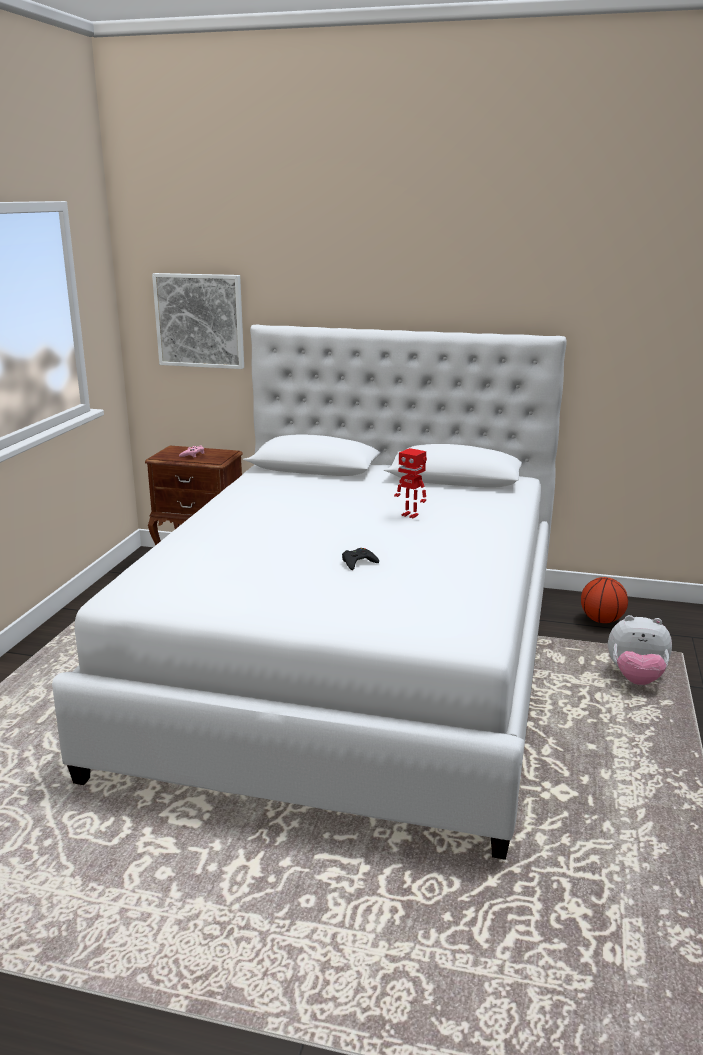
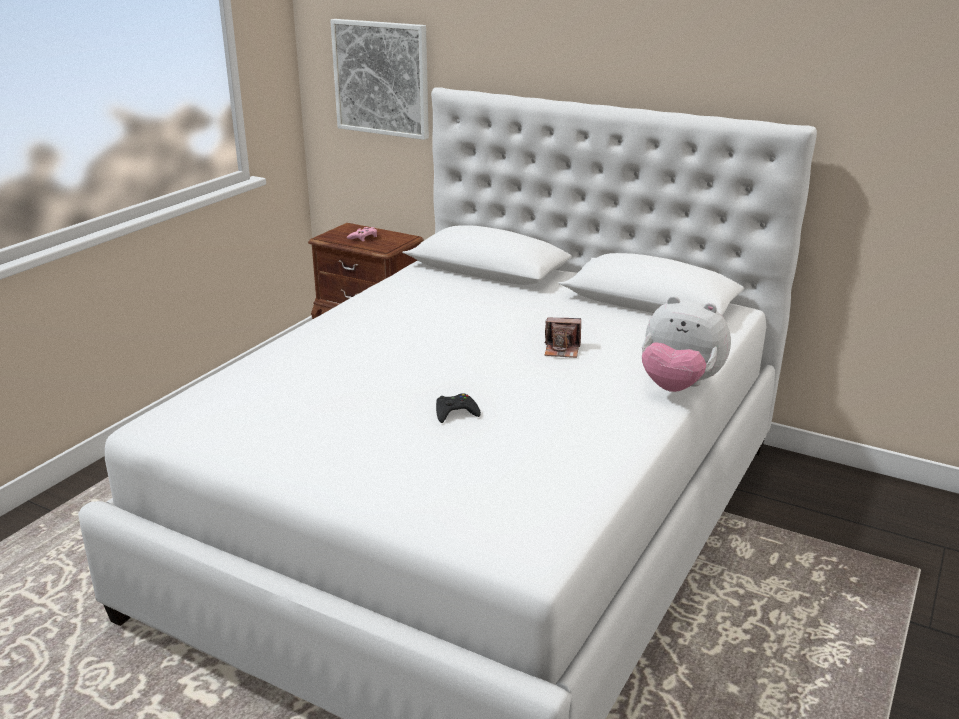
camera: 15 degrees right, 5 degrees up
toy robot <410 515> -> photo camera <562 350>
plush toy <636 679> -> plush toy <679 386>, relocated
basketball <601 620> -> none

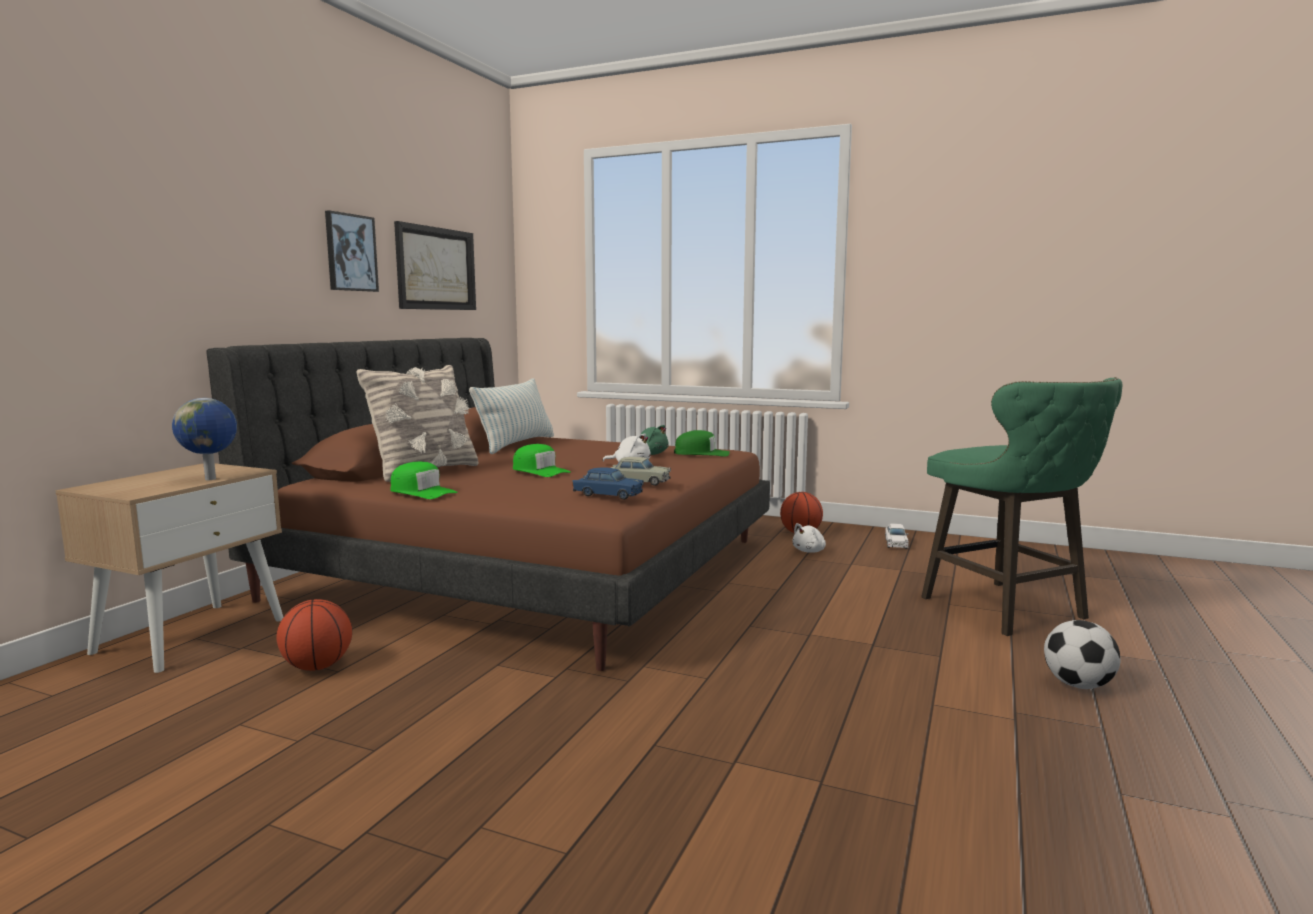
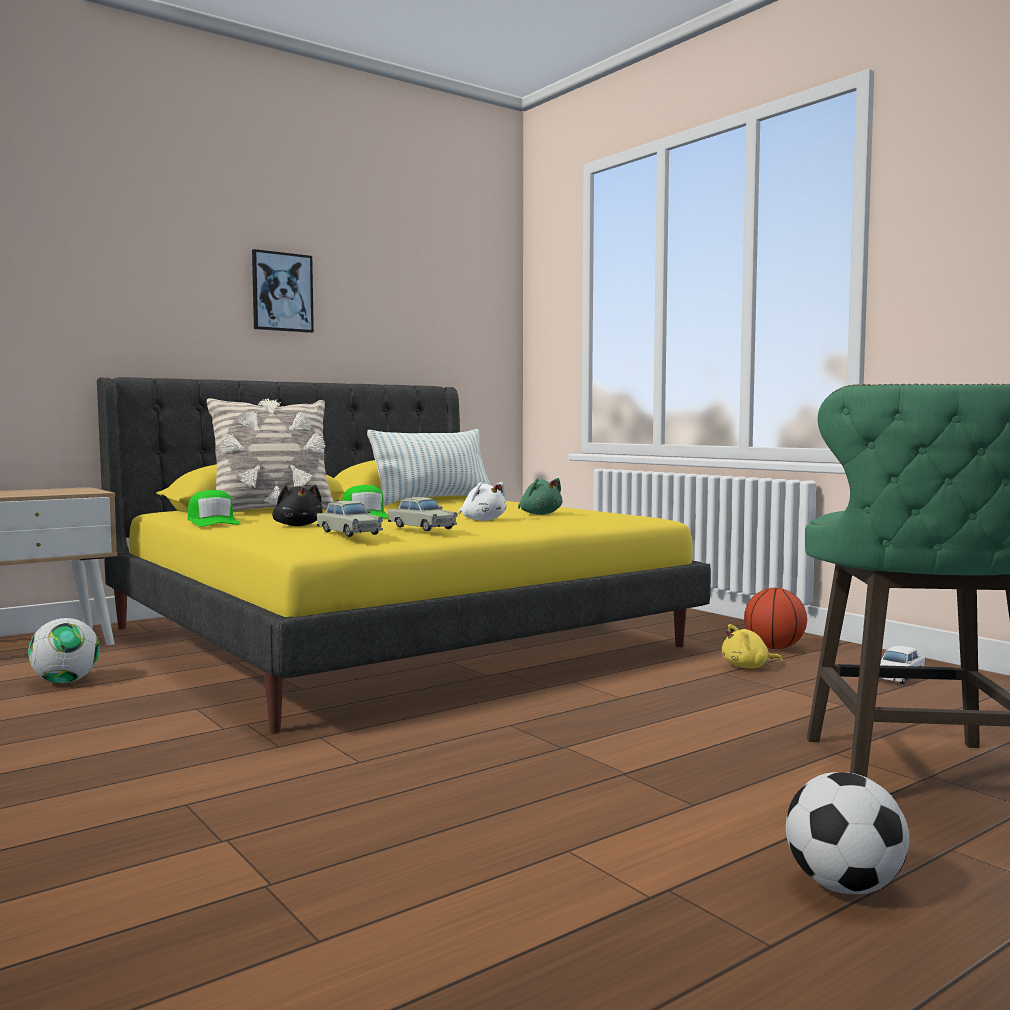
camera: 30 degrees right, 5 degrees down
basketball <317 667> -> football <65 681>
brown bed <530 568> -> yellow bed <390 637>
none -> black plush toy <298 525>
blue toy car <608 494> -> beige toy car <349 533>
white plush toy <810 551> -> yellow plush toy <748 667>
globe <211 479> -> none
picture <436 269> -> none
green cap <702 453> -> none

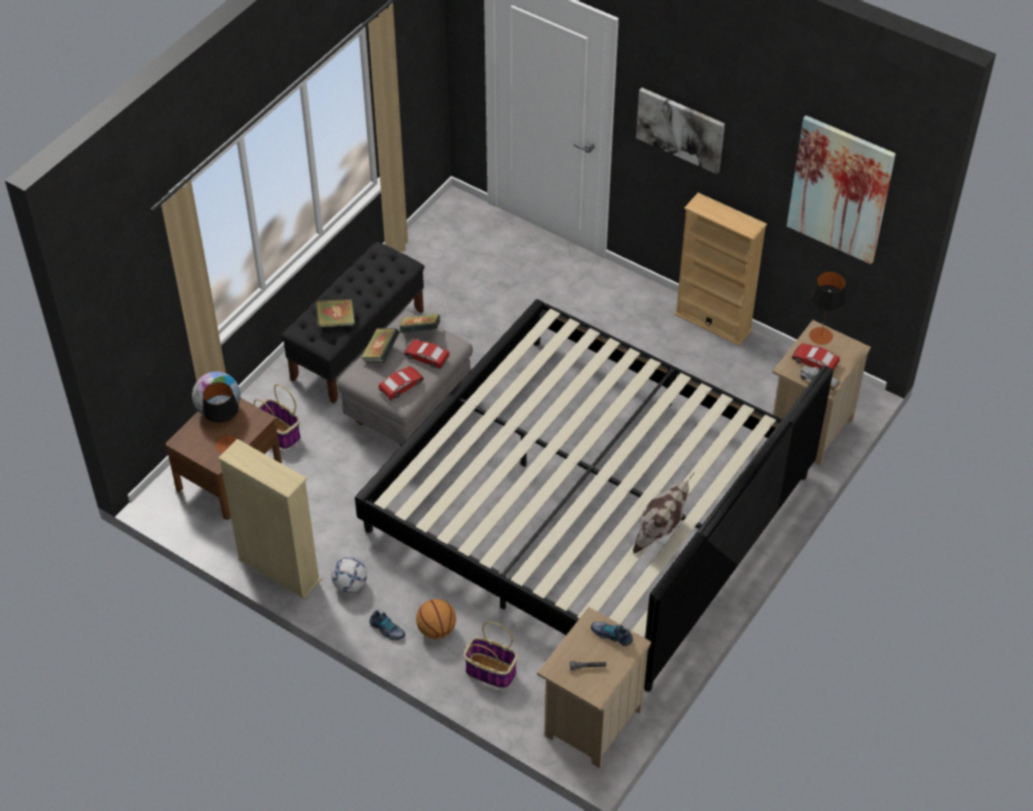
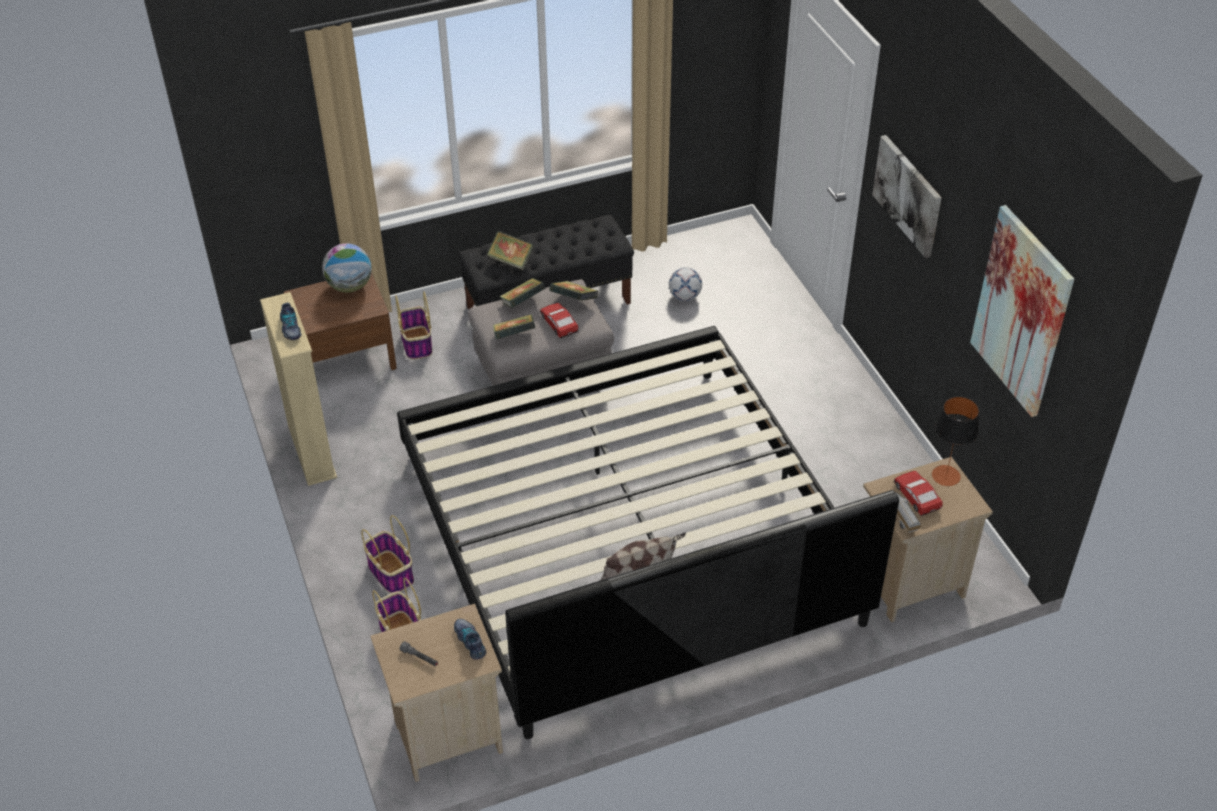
camera: 35 degrees right, 5 degrees down
shoe <387 630> -> shoe <290 328>, relocated
basketball <436 629> -> basket <390 572>
toy car <401 386> -> book <514 337>
football <350 585> -> football <685 296>, relocated
table lamp <227 445> -> none
beige bookcase <713 322> -> none

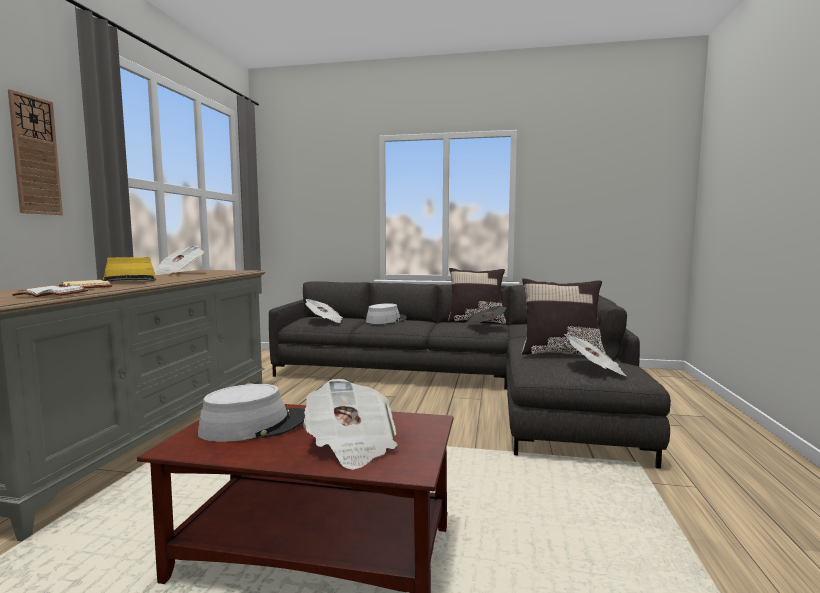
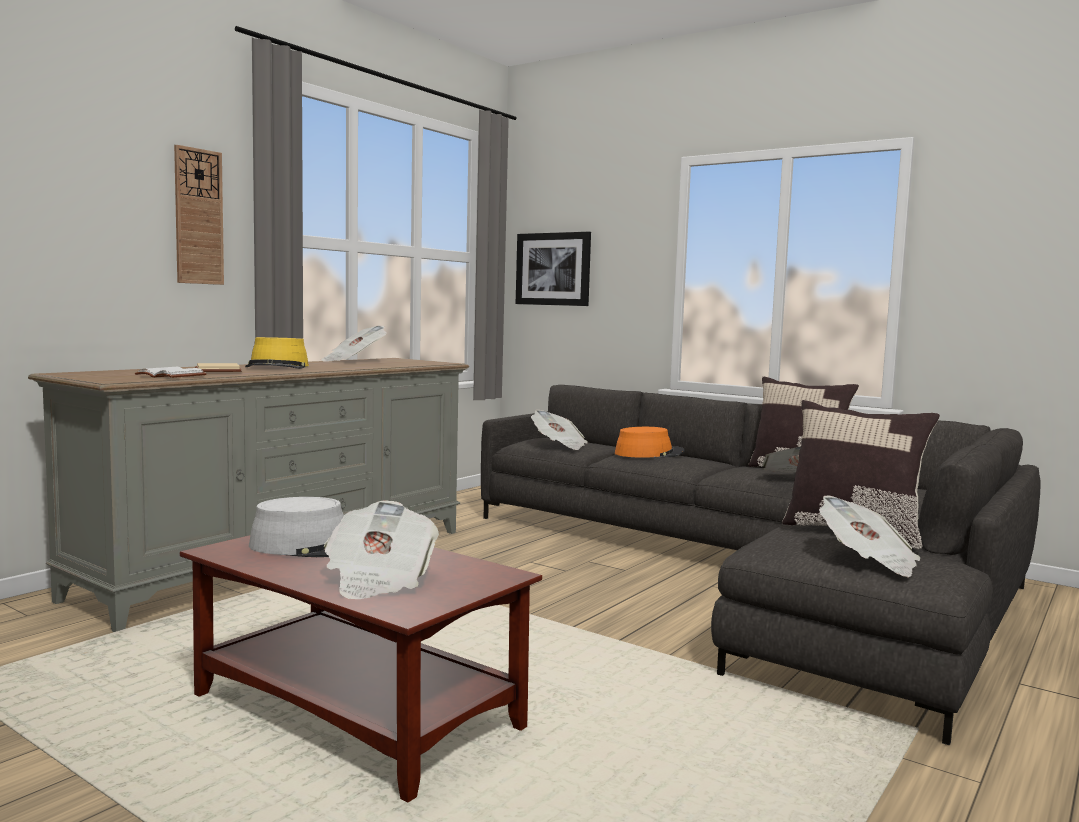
camera: 25 degrees right, 0 degrees up
none -> picture <553 269>
grey hat <386 320> -> orange hat <649 453>

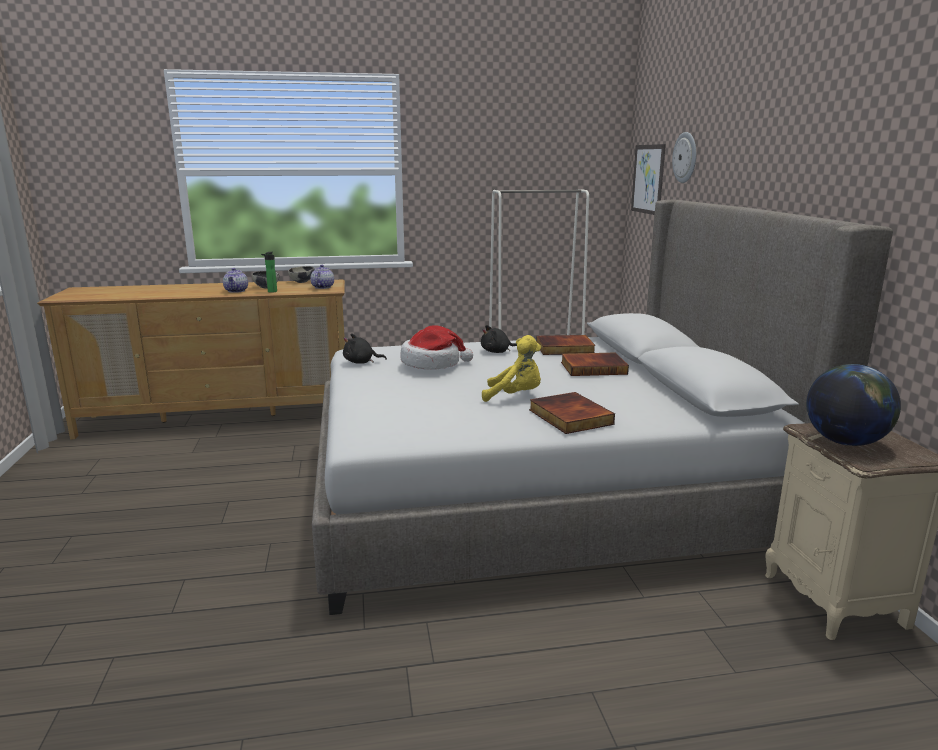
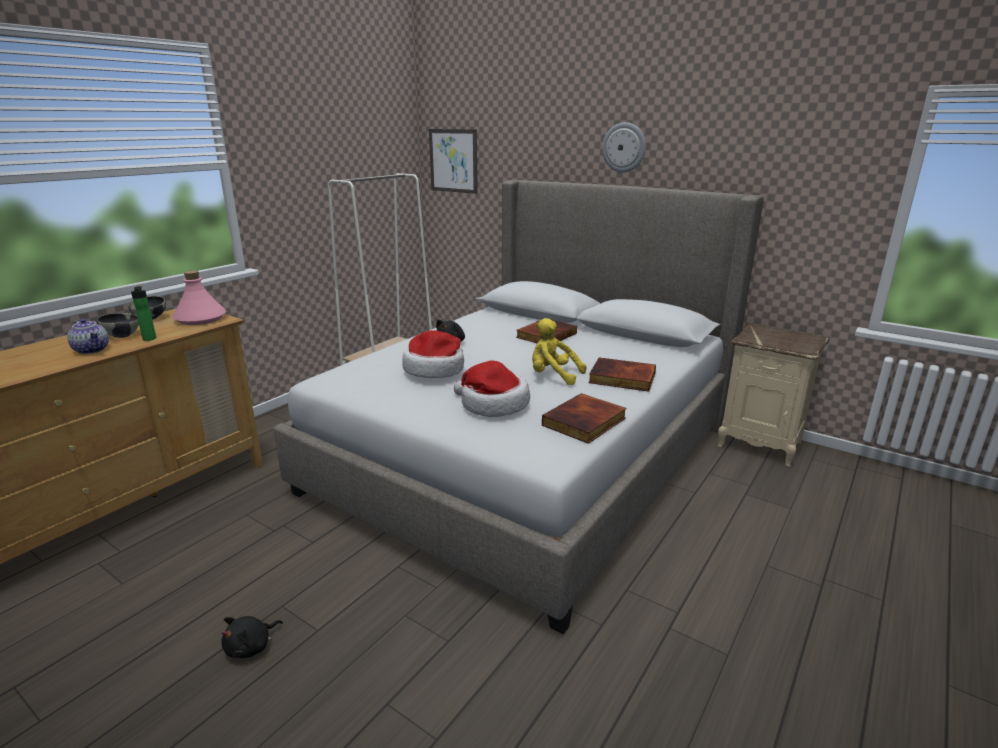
camera: 45 degrees left, 5 degrees up
teapot <322 287> -> pink bottle <200 319>
black plush toy <361 362> -> black plush toy <251 647>, relocated
none -> hat <493 404>
yellow plush toy <515 396> -> yellow plush toy <553 376>, 120 degrees counterclockwise
book <564 349> -> book <585 422>, relocated
wall clock <685 157> -> wall clock <624 147>, relocated
globe <845 442> -> none

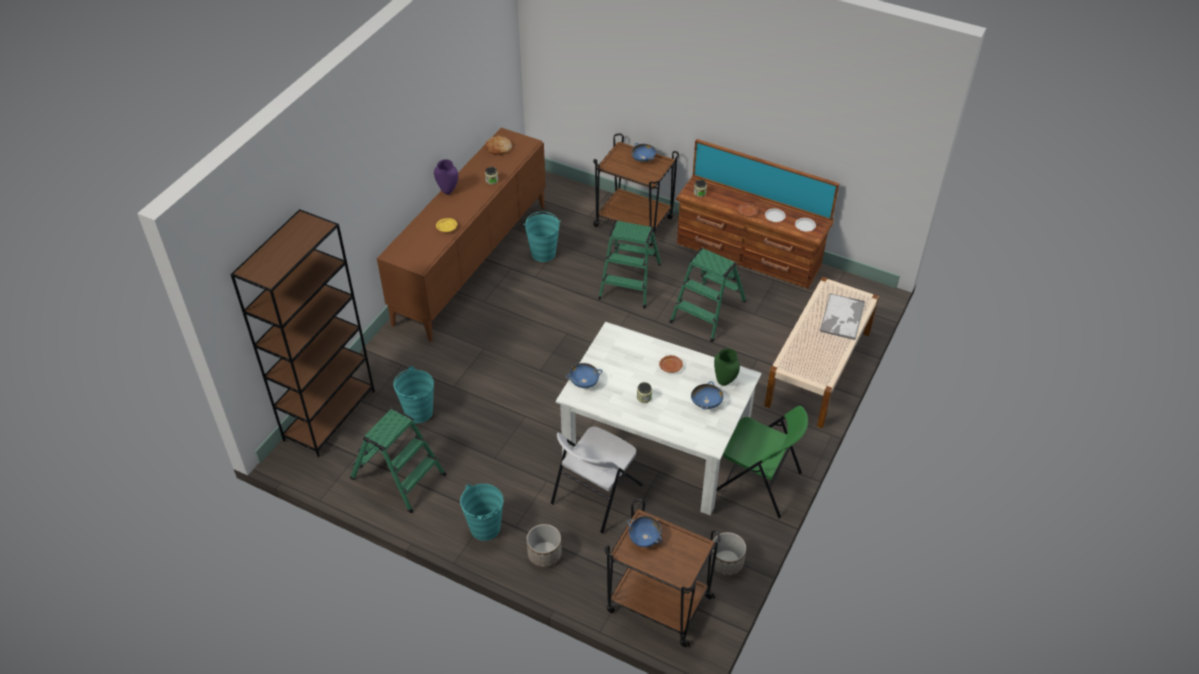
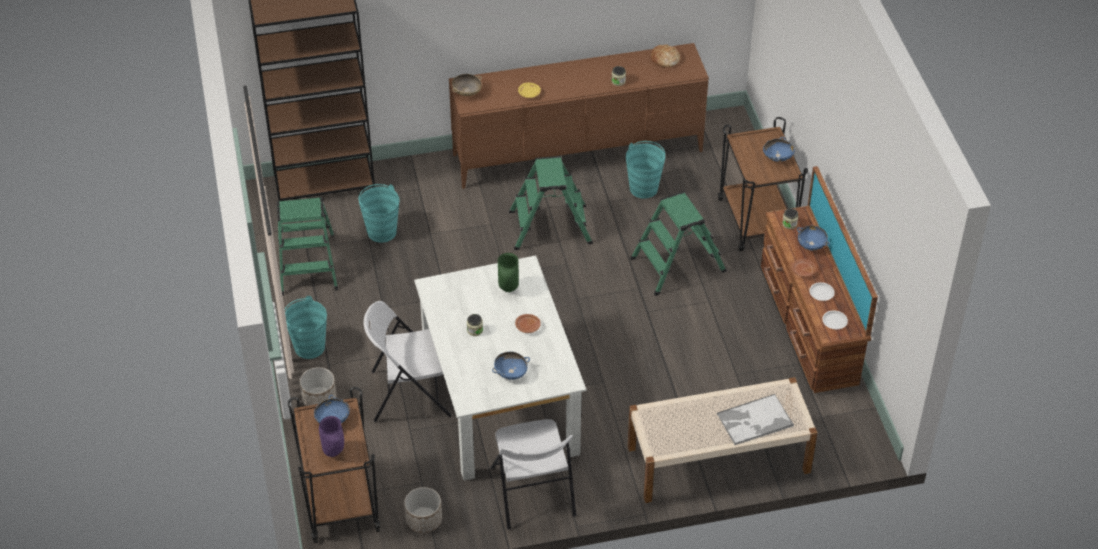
camera: 50 degrees right, 0 degrees up
purple vase <448 191> -> purple vase <334 452>, relocated
none -> beige bowl <467 92>
green chair <757 482> -> white chair <532 492>
green vase <724 382> -> green vase <508 288>, relocated
green step ladder <708 311> -> green step ladder <550 227>, relocated
blue bowl <584 382> -> blue bowl <811 245>, relocated

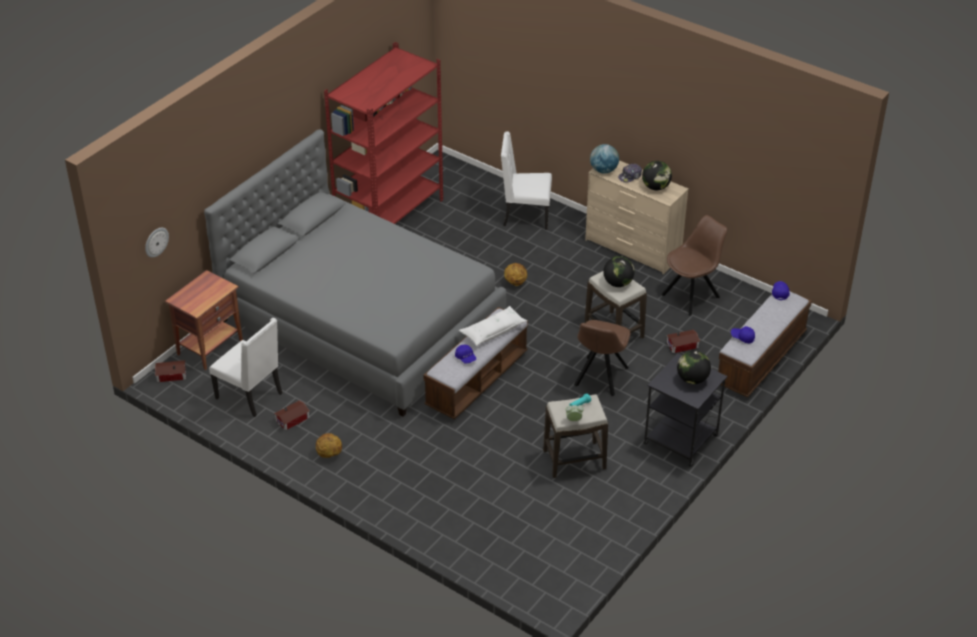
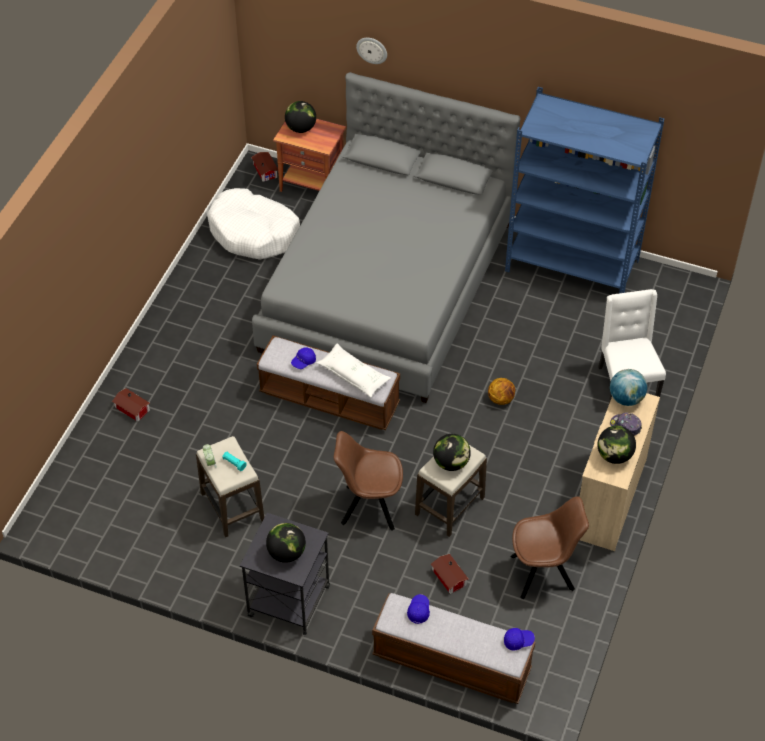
camera: 75 degrees right, 10 degrees up
toy house <293 419> -> toy house <132 409>, relocated
white chair <251 396> -> white dog bed <253 233>
none -> globe <301 128>
wall clock <156 242> -> wall clock <372 50>, relocated
red bookcase <389 215> -> blue bookcase <572 265>
brown chair <691 296> -> brown chair <543 573>, 45 degrees counterclockwise
basketball <329 454> -> none

